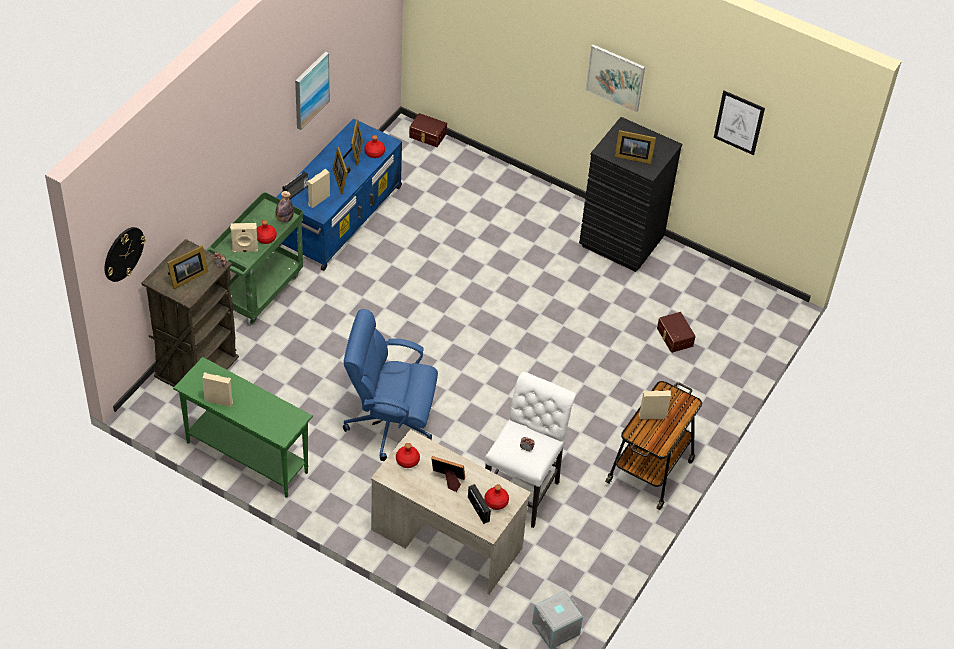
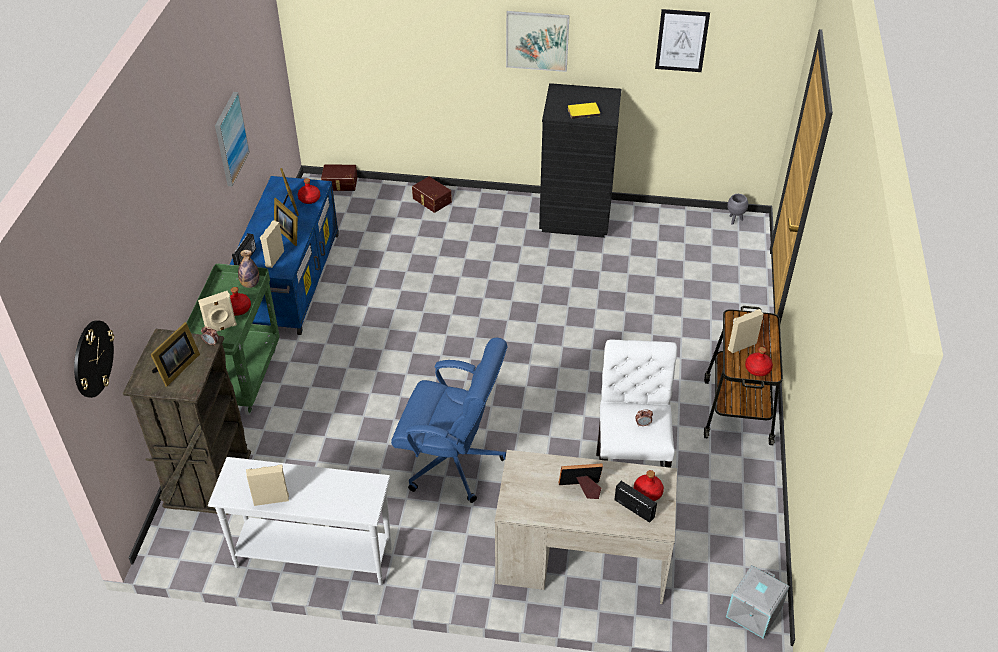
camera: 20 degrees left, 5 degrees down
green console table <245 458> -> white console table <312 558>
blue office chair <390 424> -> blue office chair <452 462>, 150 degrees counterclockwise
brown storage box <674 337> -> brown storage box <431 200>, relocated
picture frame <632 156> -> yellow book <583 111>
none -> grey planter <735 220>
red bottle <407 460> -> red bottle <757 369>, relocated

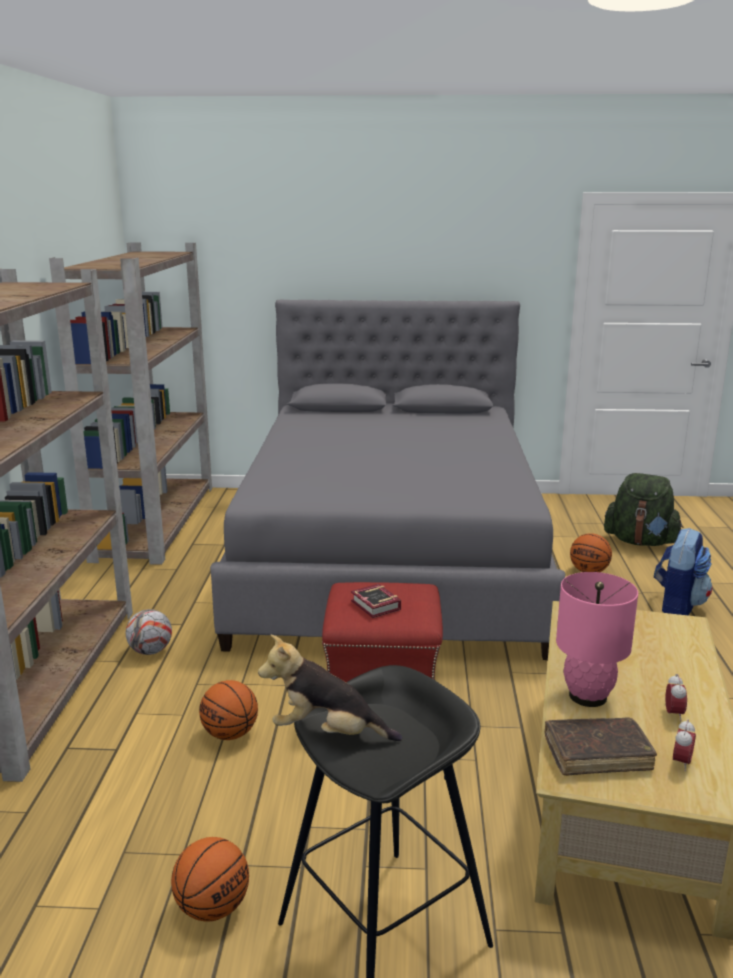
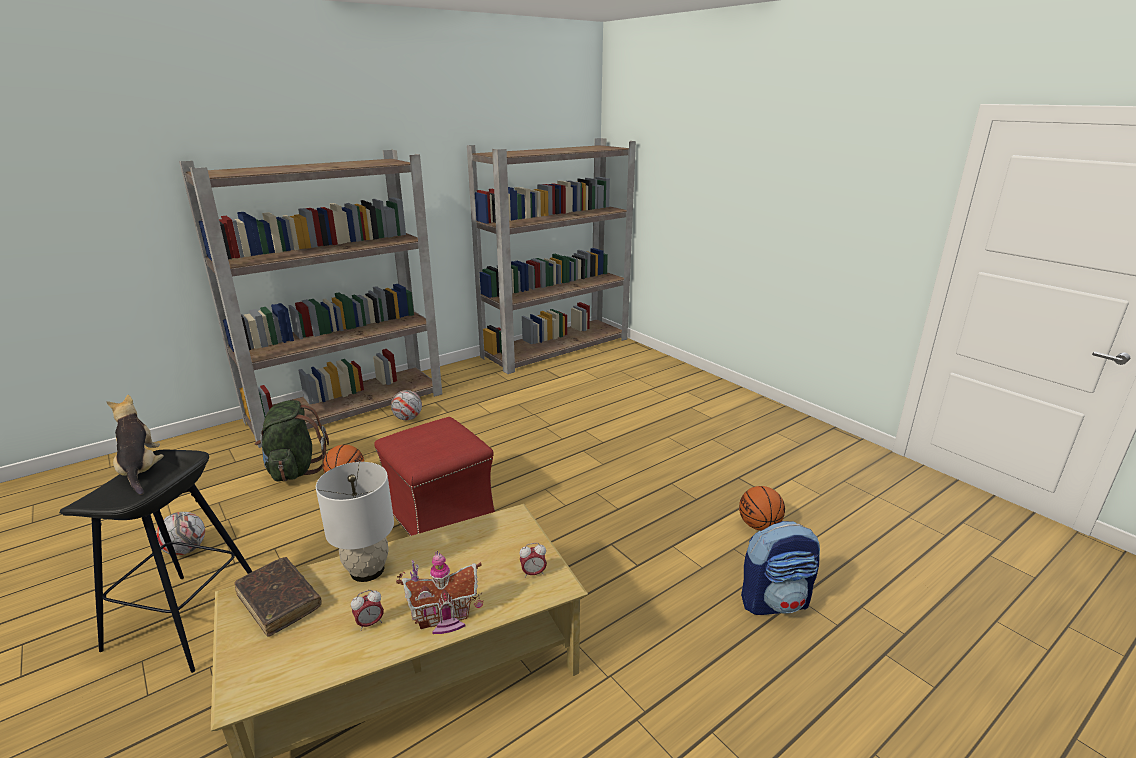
camera: 50 degrees right, 5 degrees up
basketball <212 907> -> football <186 550>
green backpack <640 542> -> green backpack <295 469>, relocated
pink table lamp <587 696> -> white table lamp <367 570>
none -> toy house <445 619>
alarm clock <681 763> -> alarm clock <533 573>, relocated
grey bed <391 556> -> none
book <375 606> -> none

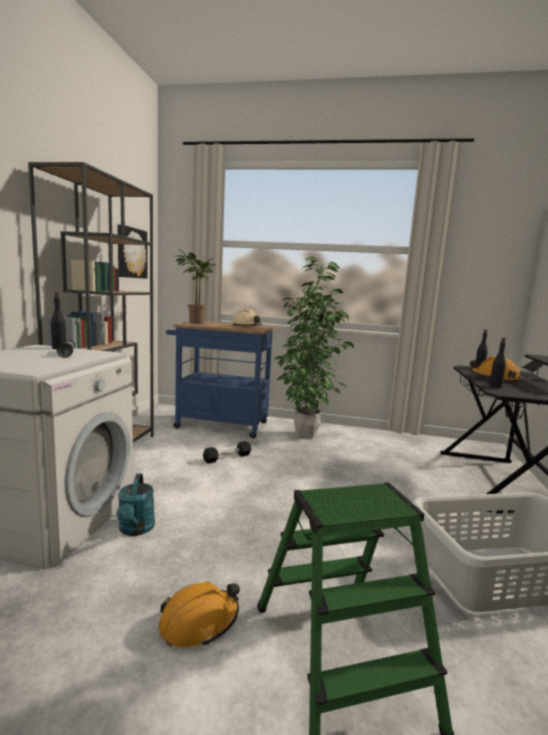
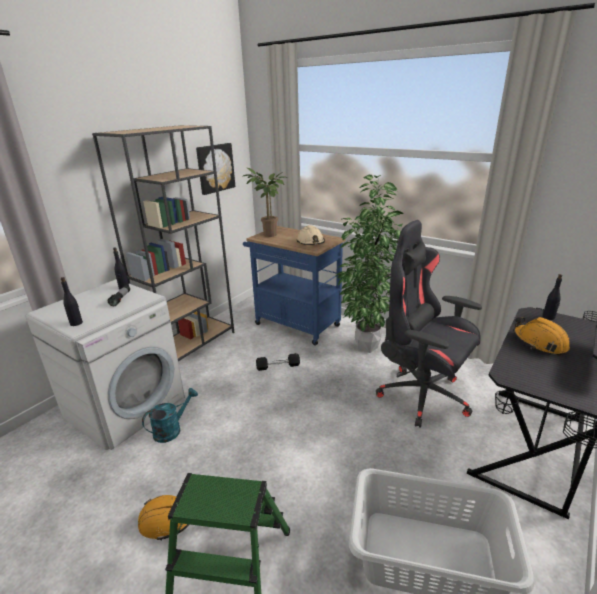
camera: 25 degrees right, 15 degrees up
black bottle <495 386> -> black bottle <76 323>, relocated
turquoise watering can <135 530> -> turquoise watering can <172 429>, 150 degrees counterclockwise
none -> black office chair <424 396>

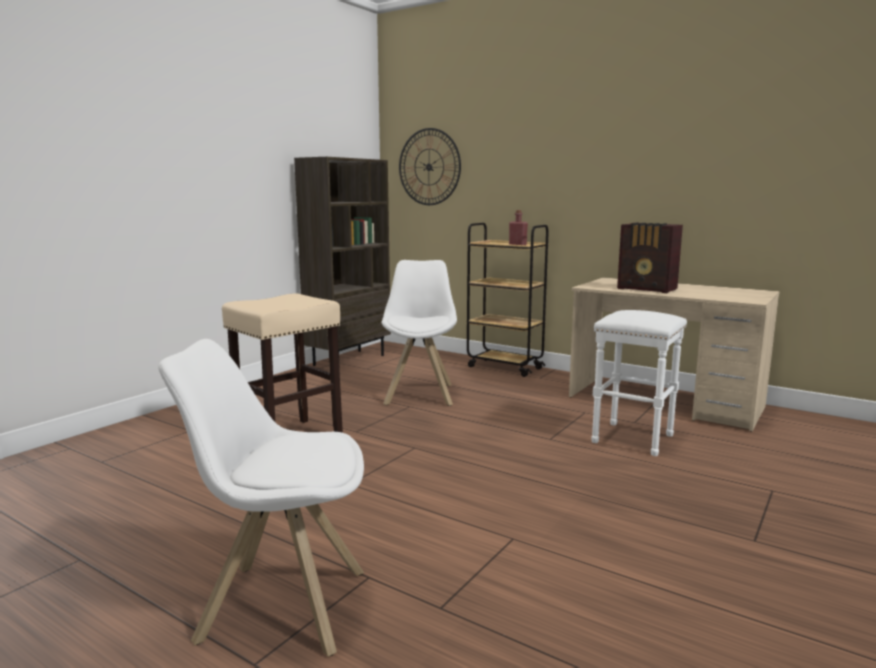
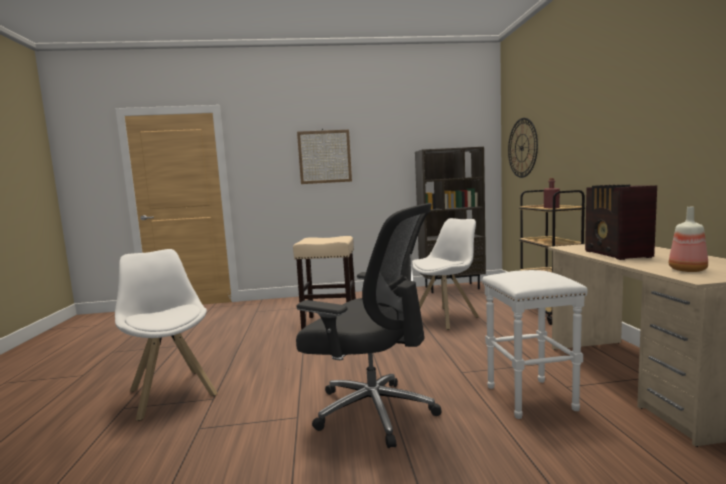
camera: 50 degrees right, 5 degrees down
none -> office chair <371 411>
none -> picture <324 156>
none -> bottle <688 270>

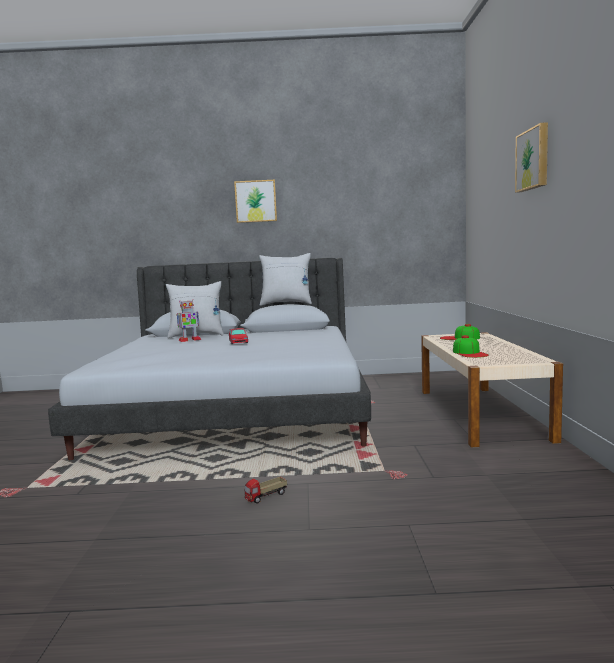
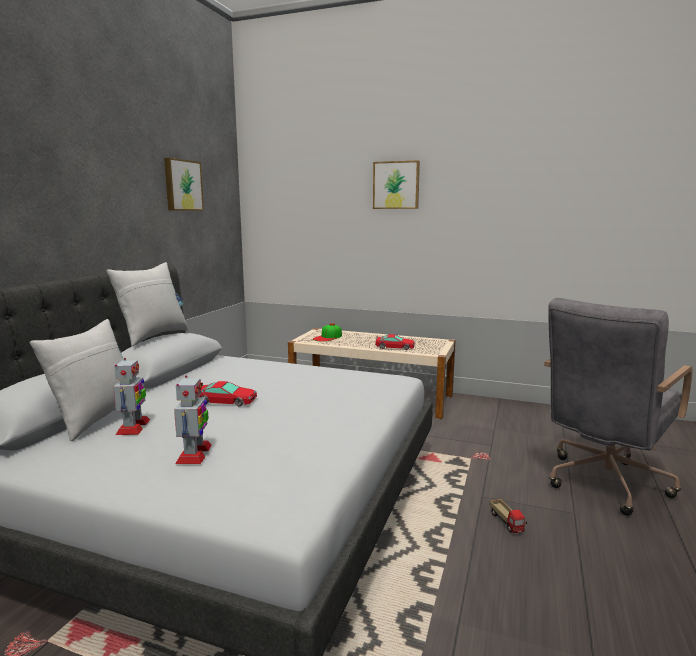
camera: 70 degrees left, 5 degrees up
picture <256 201> -> picture <182 185>, relocated
none -> toy robot <194 454>
cap <470 353> -> toy car <395 347>
none -> grey office chair <603 485>

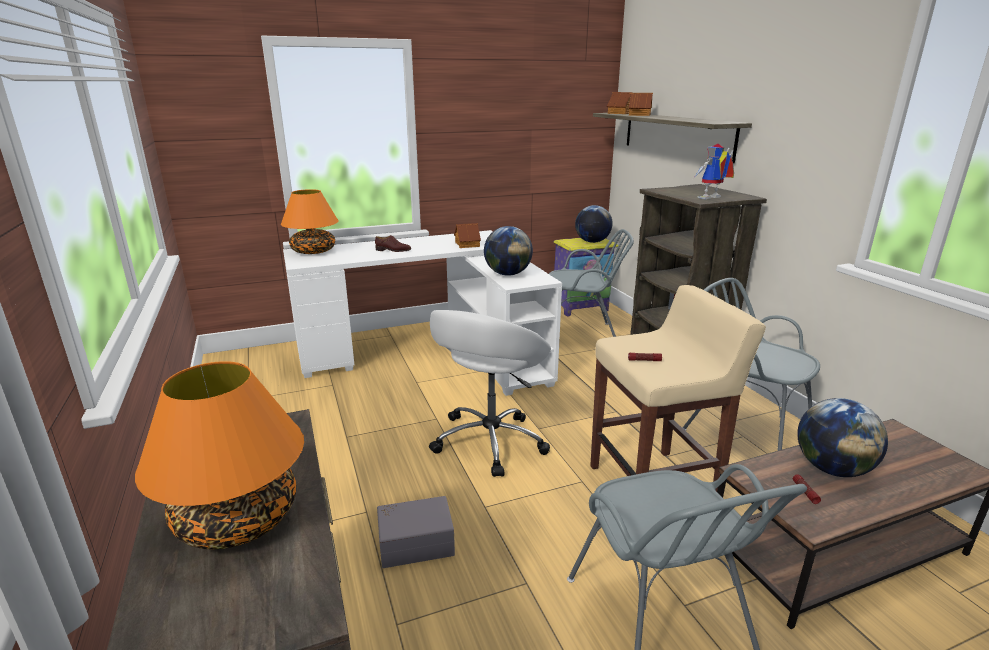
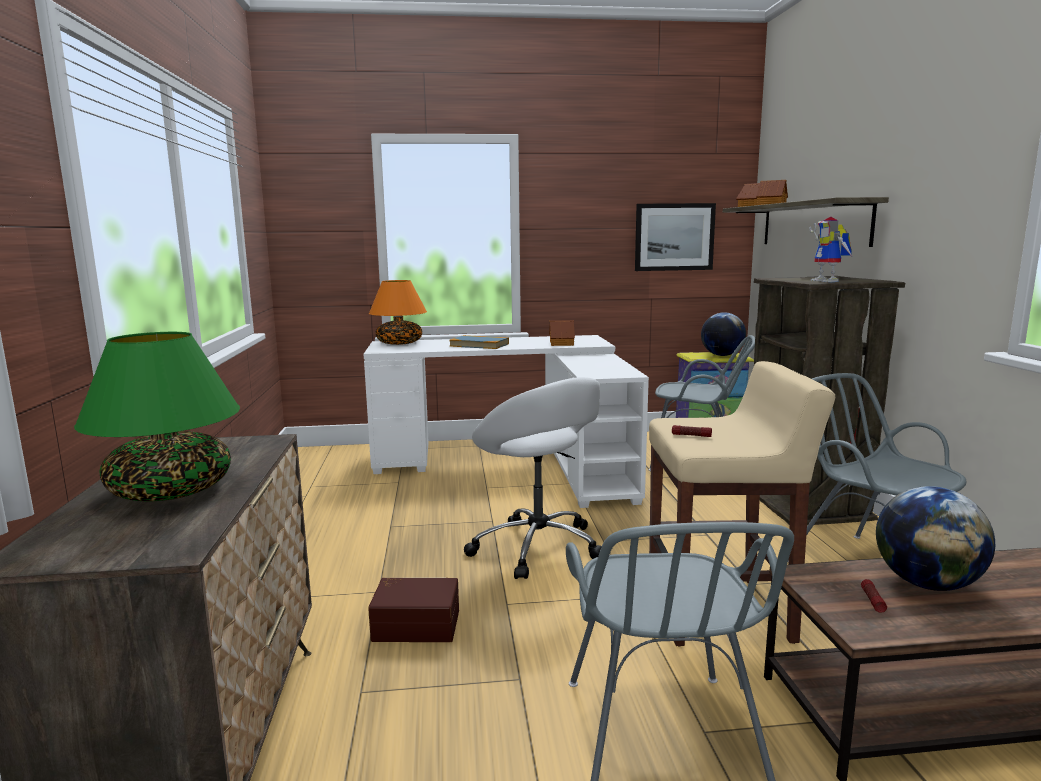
camera: 15 degrees right, 10 degrees down
orange table lamp <237 520> -> green table lamp <170 491>
grey storage box <415 541> -> brown storage box <416 624>
brown shoe <393 250> -> book <479 345>
white office chair <488 443> -> white office chair <539 548>, 75 degrees counterclockwise
none -> picture <674 237>
toy robot <710 198> -> toy robot <829 281>, 90 degrees counterclockwise
globe <507 274> -> none

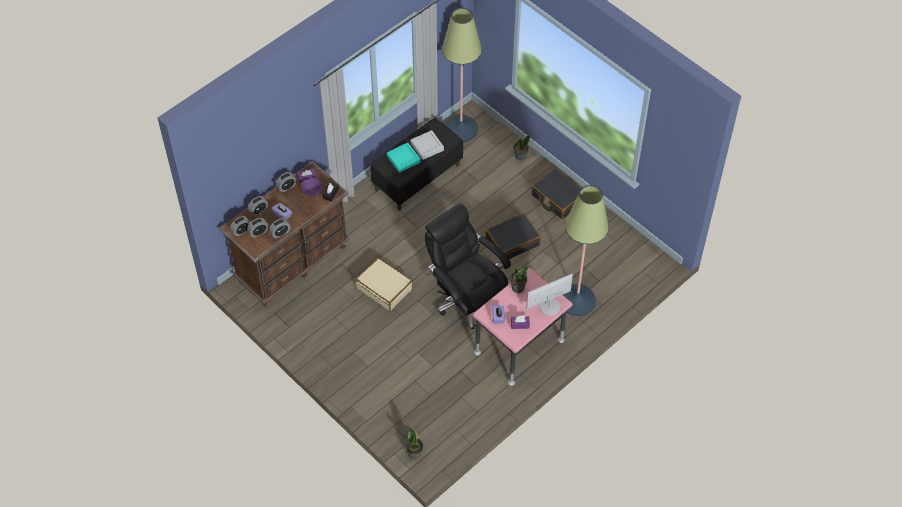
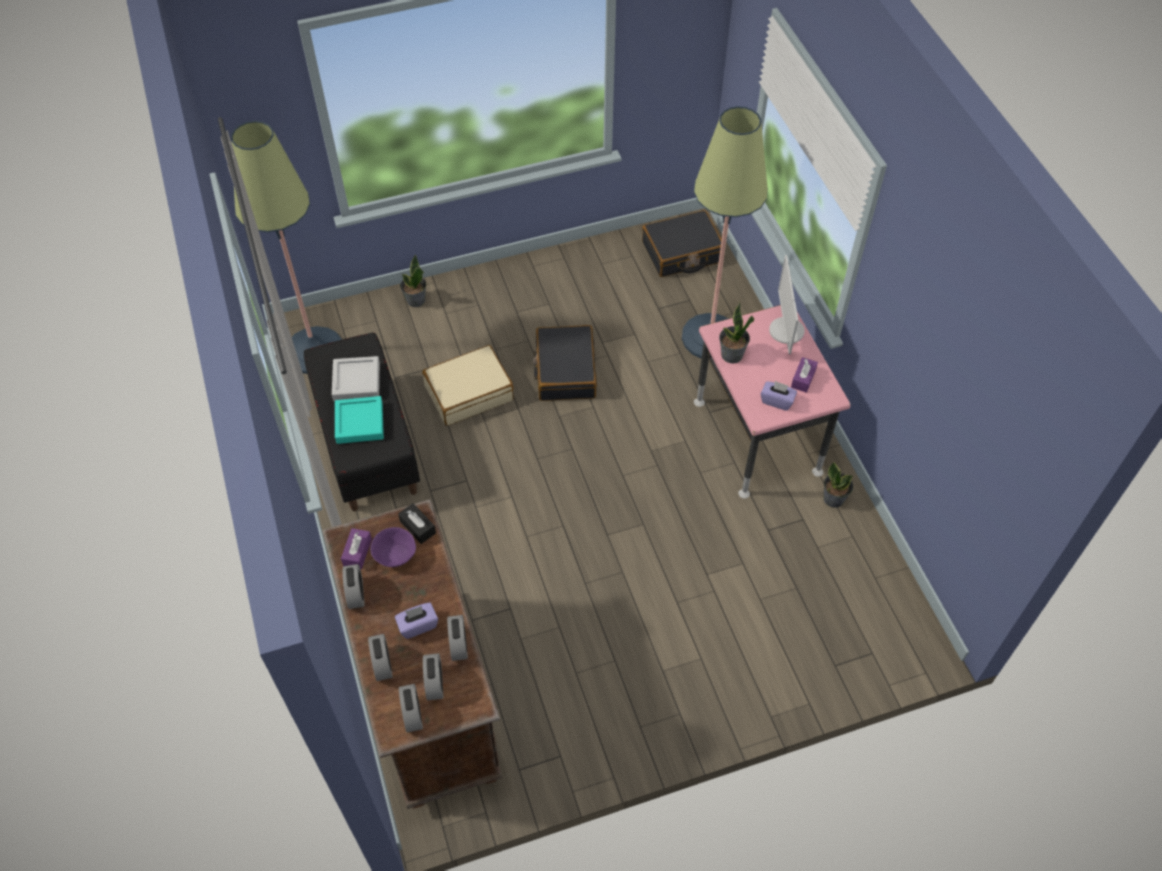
camera: 65 degrees left, 0 degrees up
beige suitcase <384 288> -> beige suitcase <469 392>, relocated
black suitcase <557 198> -> black suitcase <682 252>, relocated
potted plant <414 453> -> potted plant <833 498>, relocated
black office chair <466 300> -> none

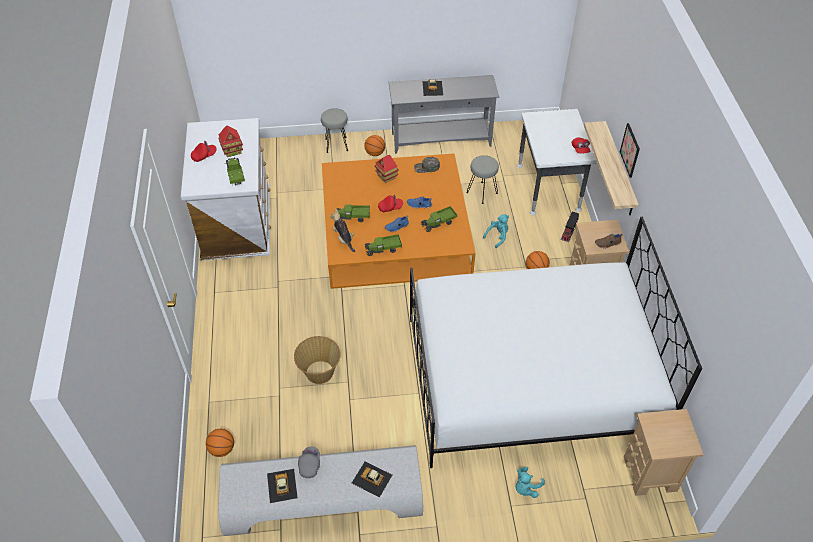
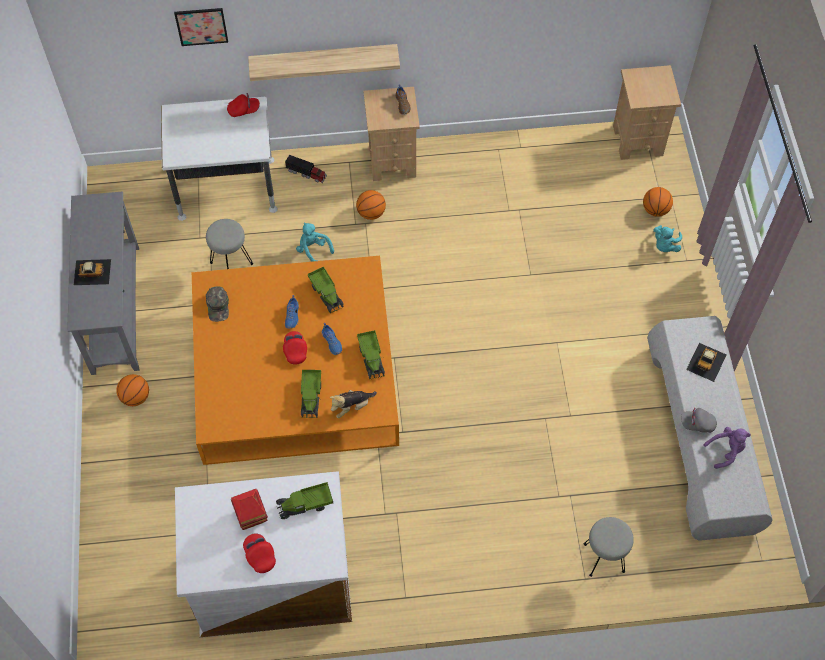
camera: 90 degrees left, 10 degrees up
picture <630 150> -> picture <201 26>, relocated
grey stool <336 144> -> grey stool <603 558>, relocated
basketball <222 449> -> basketball <655 210>, relocated
turquoise plush toy <526 487> -> turquoise plush toy <665 245>, 75 degrees clockwise
toy car <281 486> -> purple plush toy <726 451>
basket <319 373> -> none
toy house <386 177> -> none
white bed <531 378> -> none

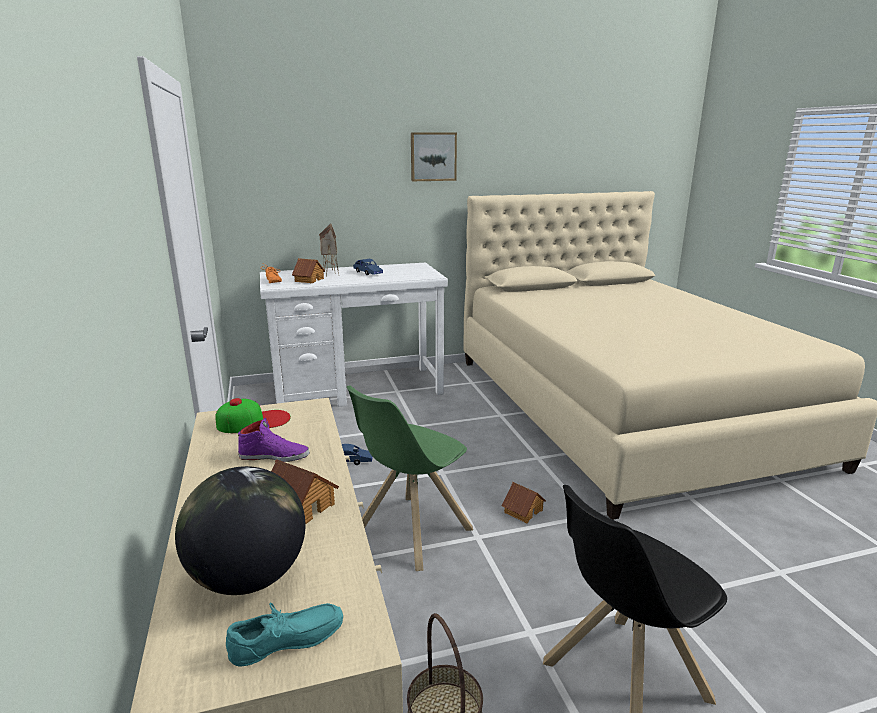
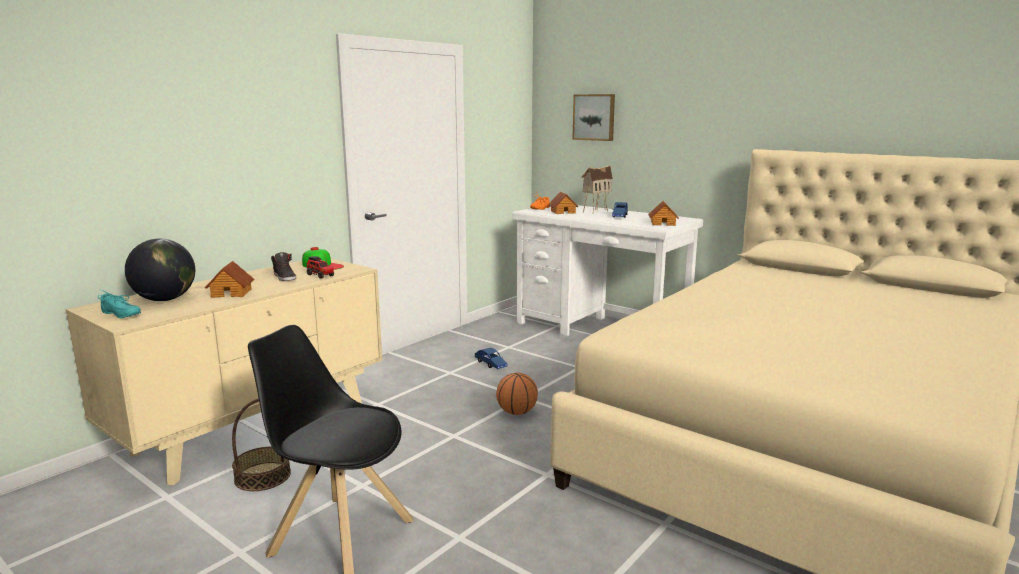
camera: 55 degrees right, 5 degrees down
purple shoe <274 455> -> black shoe <285 277>
none -> toy truck <321 275>
none -> basketball <517 412>
picture <433 156> -> picture <594 117>, relocated
toy house <523 511> -> toy house <663 223>, relocated
green chair <410 532> -> none

